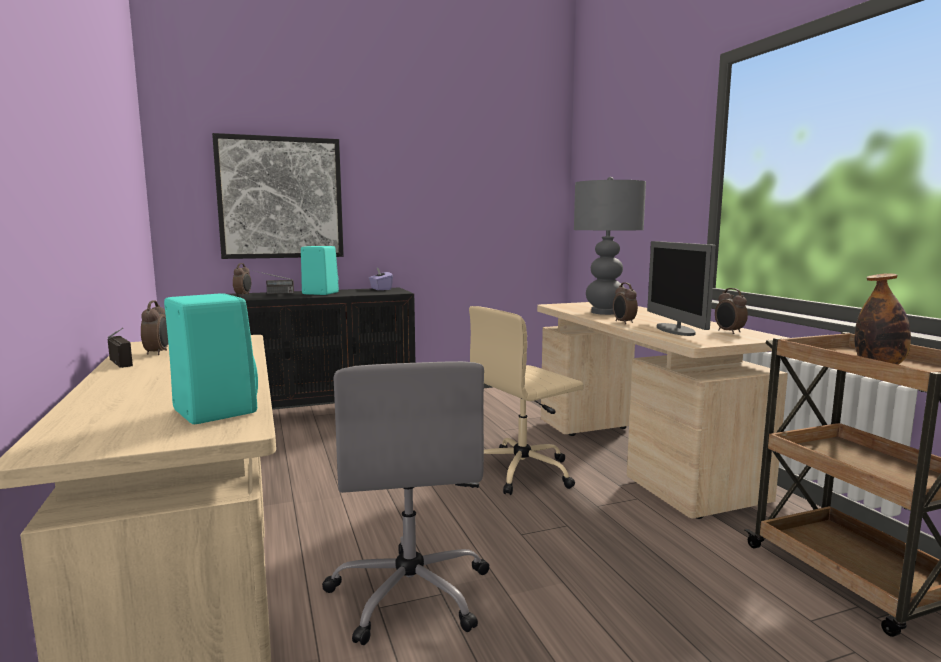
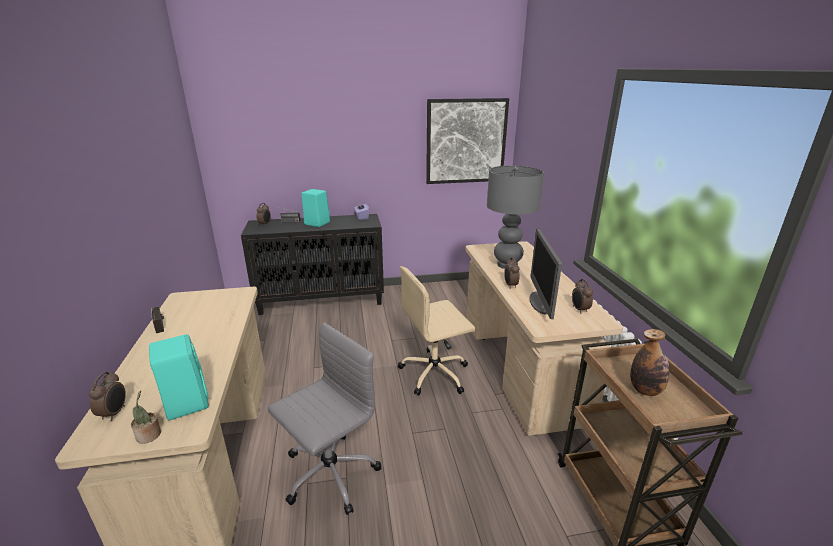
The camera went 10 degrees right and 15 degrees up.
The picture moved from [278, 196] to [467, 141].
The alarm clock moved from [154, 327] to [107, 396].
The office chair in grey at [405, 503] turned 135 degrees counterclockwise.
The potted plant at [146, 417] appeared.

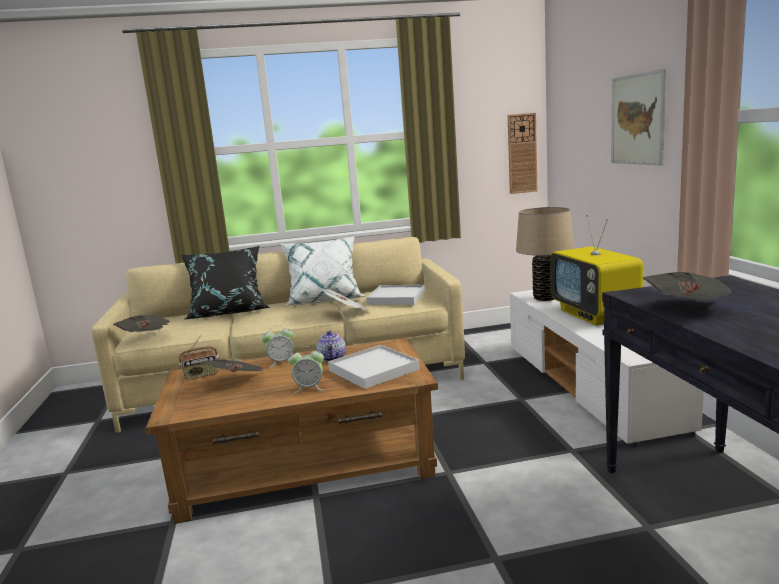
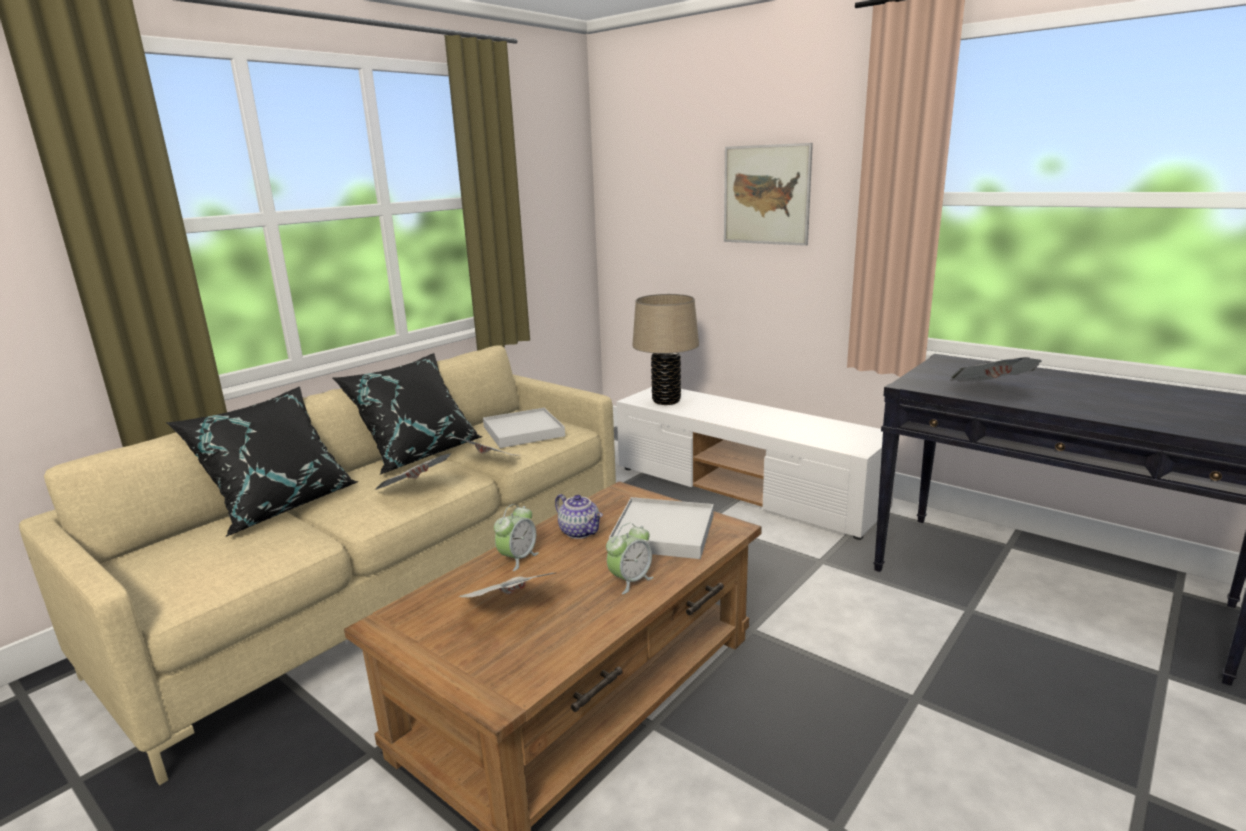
The camera went 40 degrees left and 5 degrees up.
The wall clock at [522, 153] disappeared.
The television at [596, 270] disappeared.
The pillow in white at [323, 271] became the pillow in black at [407, 413].
The newspaper moved from [141, 323] to [413, 471].
The radio at [199, 357] disappeared.

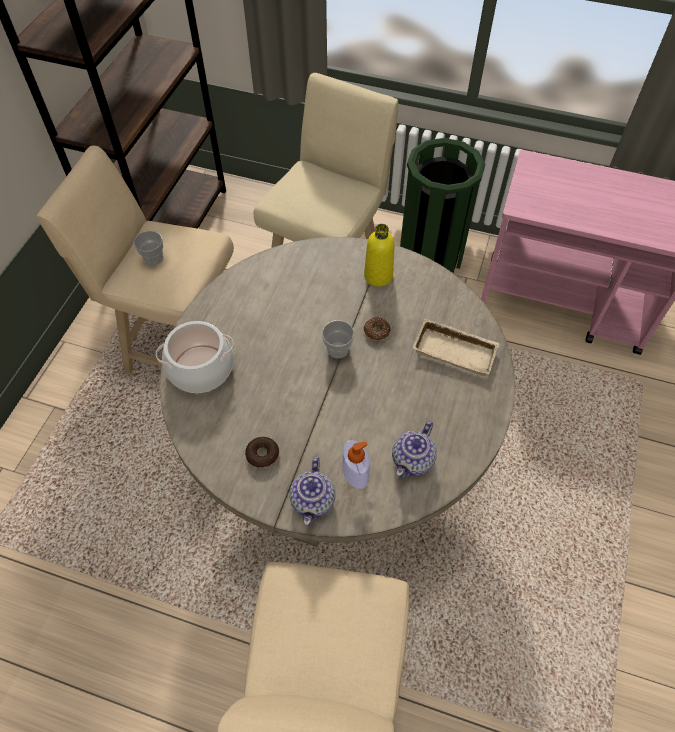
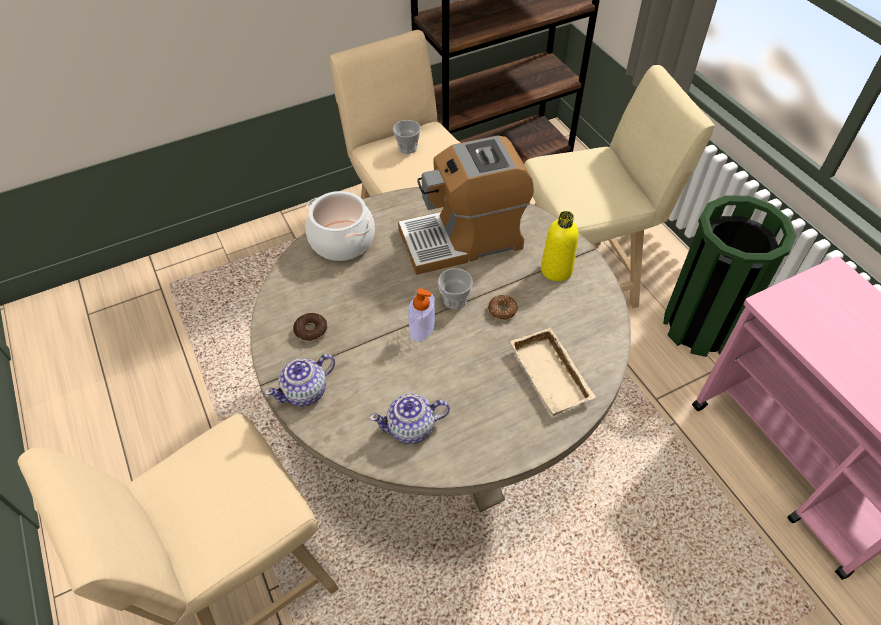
The camera went 45 degrees right and 5 degrees down.
The soap dispenser moved from [356, 464] to [421, 315].
The coffee machine at [466, 205] appeared.

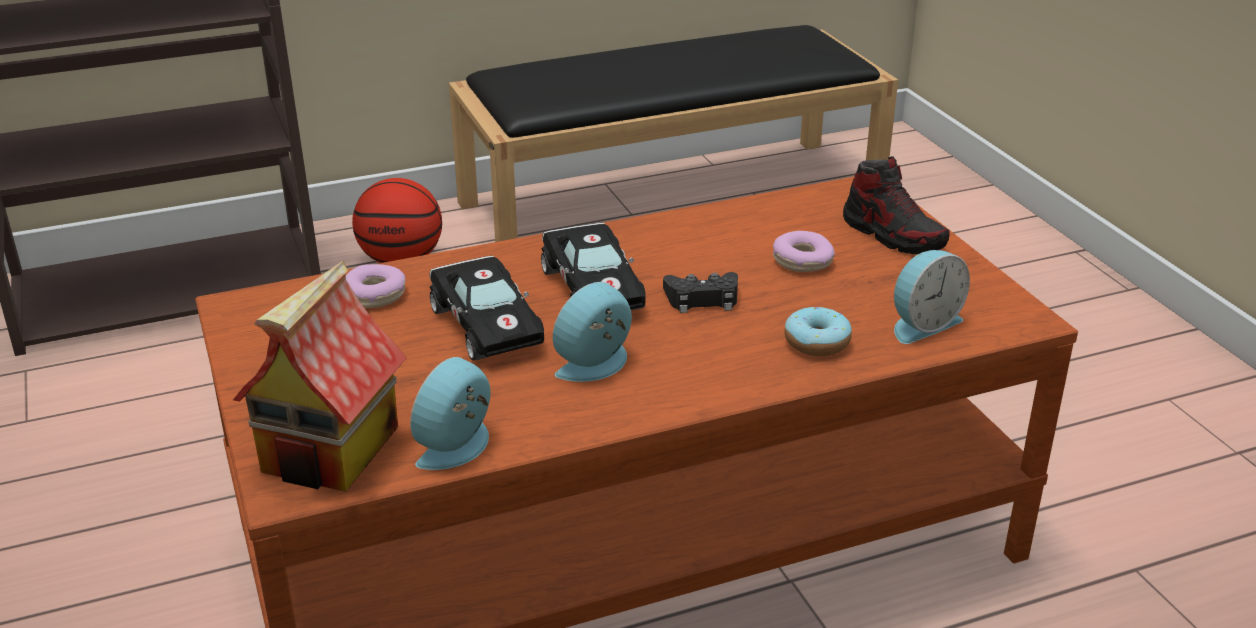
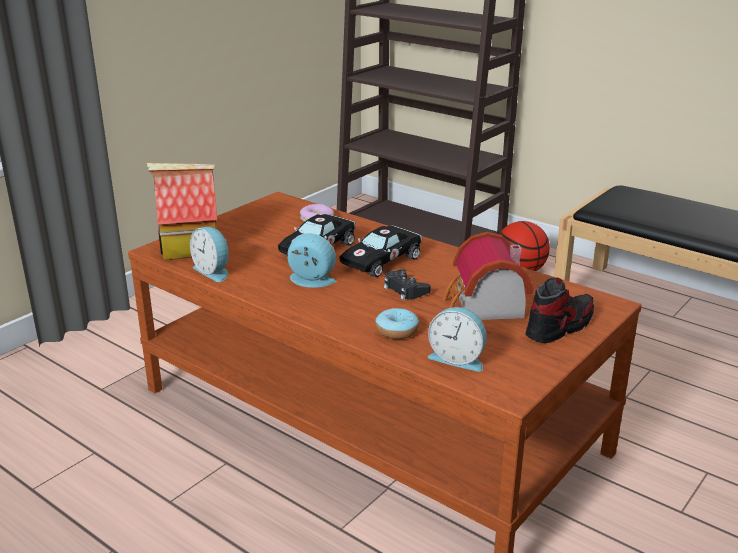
The camera went 60 degrees right and 5 degrees down.
The shoe at [896, 205] turned 150 degrees counterclockwise.
The donut at [804, 251] was replaced by the toy house at [488, 276].
The alarm clock at [450, 413] turned 135 degrees counterclockwise.

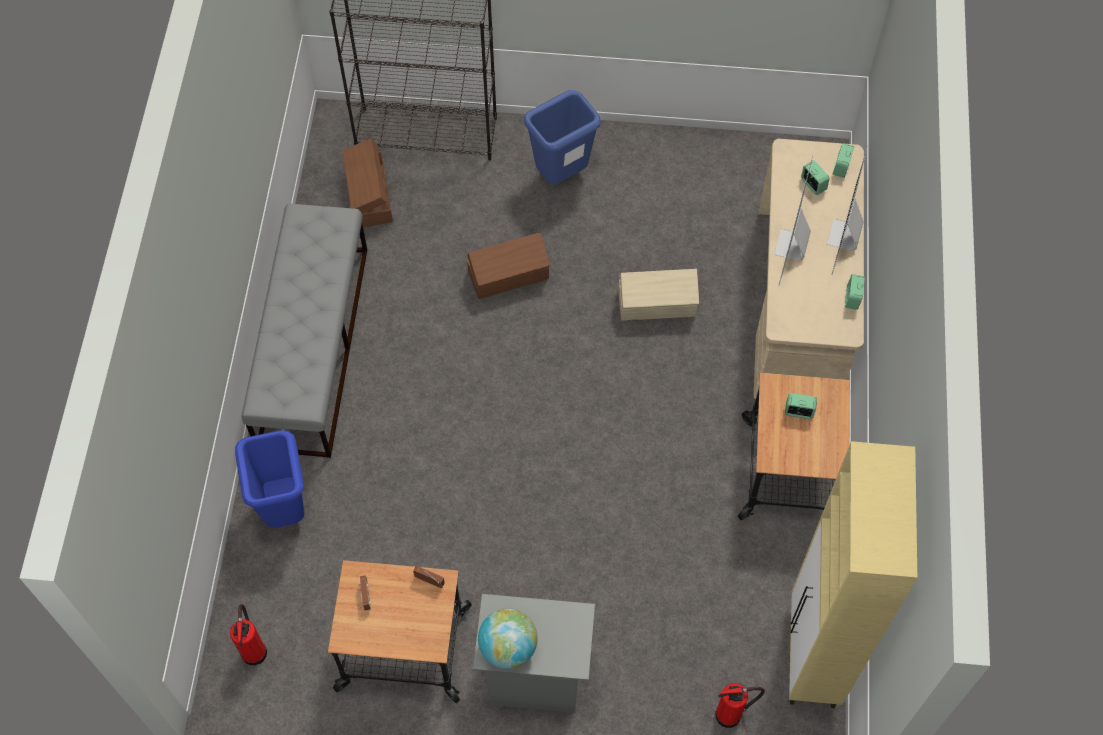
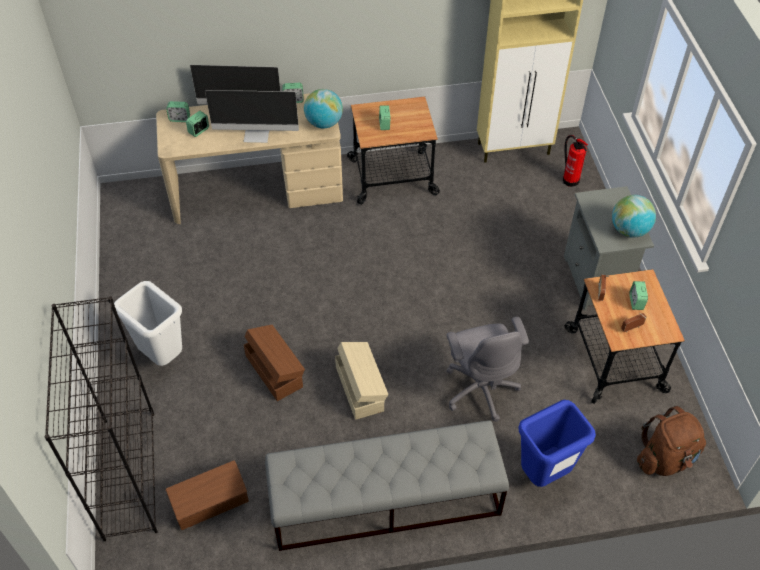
The camera went 105 degrees left and 10 degrees down.
The trash can in blue at [562, 137] became the trash can in white at [148, 323].
The storage box in beige moved from [658, 295] to [361, 381].
The fire extinguisher at [248, 634] was replaced by the backpack in brown at [671, 441].
The globe at [323, 109] appeared.
The alarm clock at [638, 295] appeared.
The office chair in grey at [487, 369] appeared.

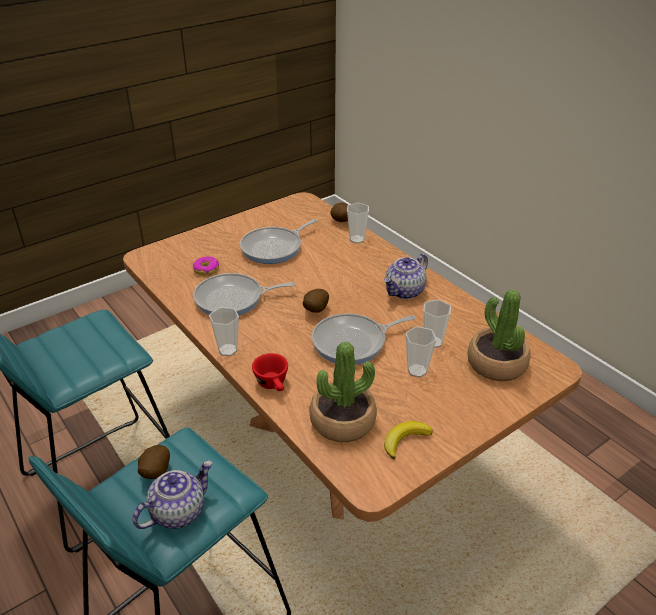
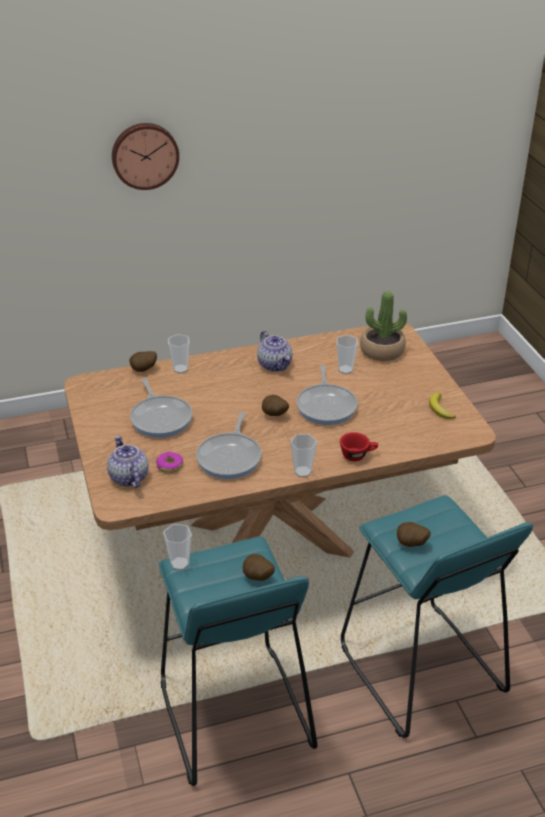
The camera went 70 degrees left and 0 degrees up.
The cup moved from [421, 352] to [177, 547].
The potted plant at [343, 392] disappeared.
The teapot moved from [173, 495] to [128, 461].
The wall clock at [145, 156] appeared.
The potato at [259, 567] appeared.

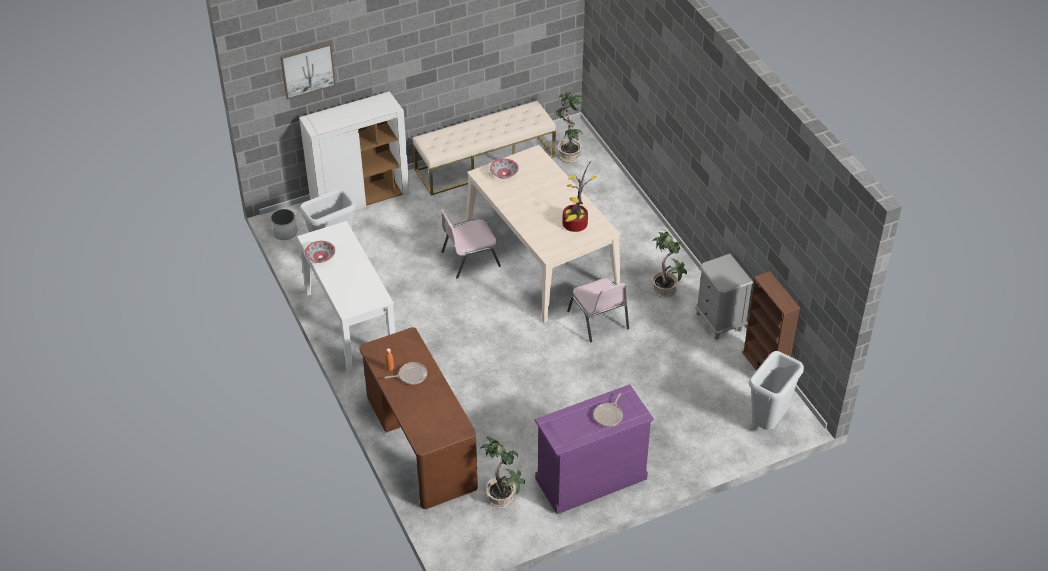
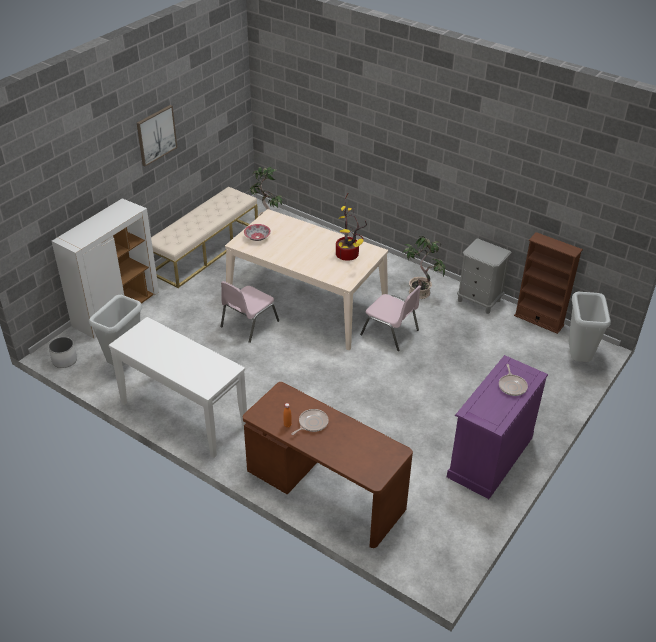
The camera went 30 degrees left and 5 degrees down.
The picture moved from [308, 71] to [157, 135].
The bowl at [320, 252] disappeared.
The potted plant at [503, 473] disappeared.

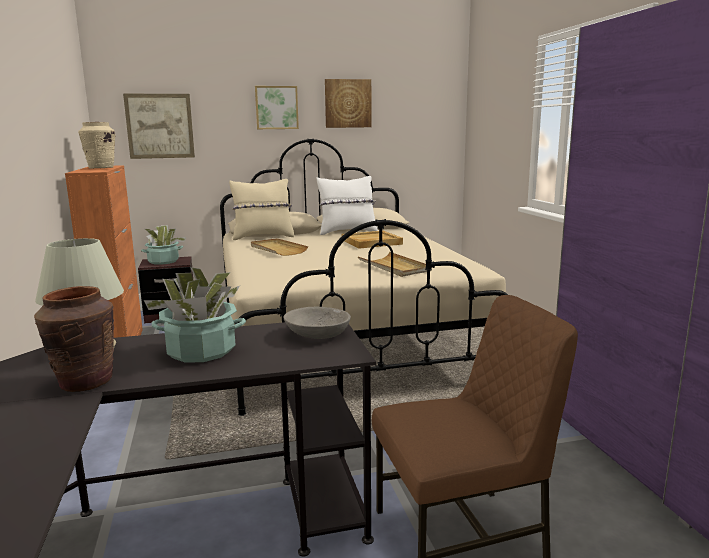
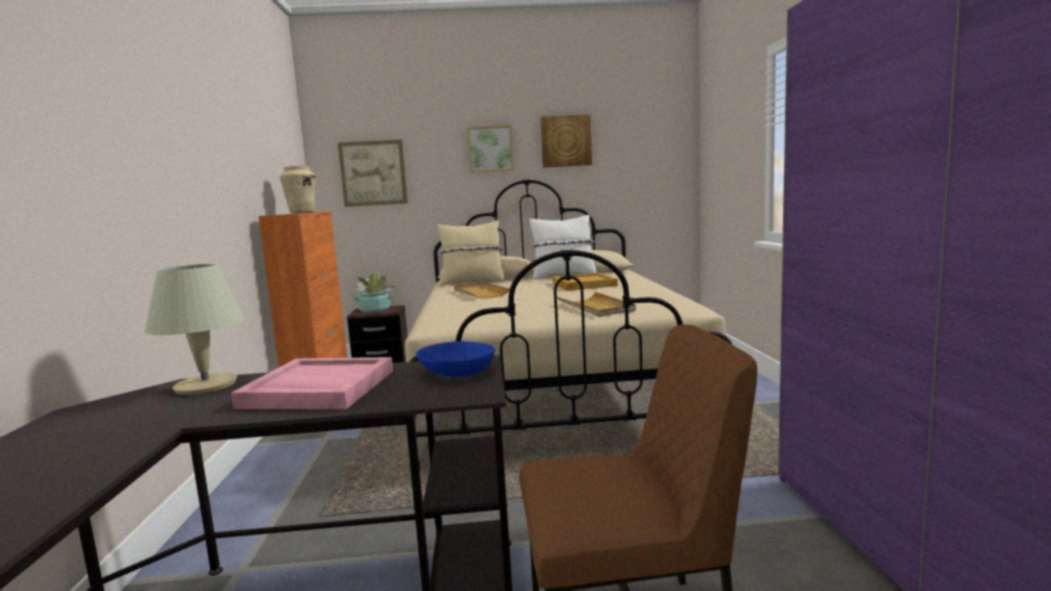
The camera went 10 degrees right and 5 degrees down.
The potted plant at [195, 315] was replaced by the tray in pink at [312, 383].
The vase in brown at [74, 339] disappeared.
The bowl in grey at [317, 323] became the bowl in blue at [455, 359].

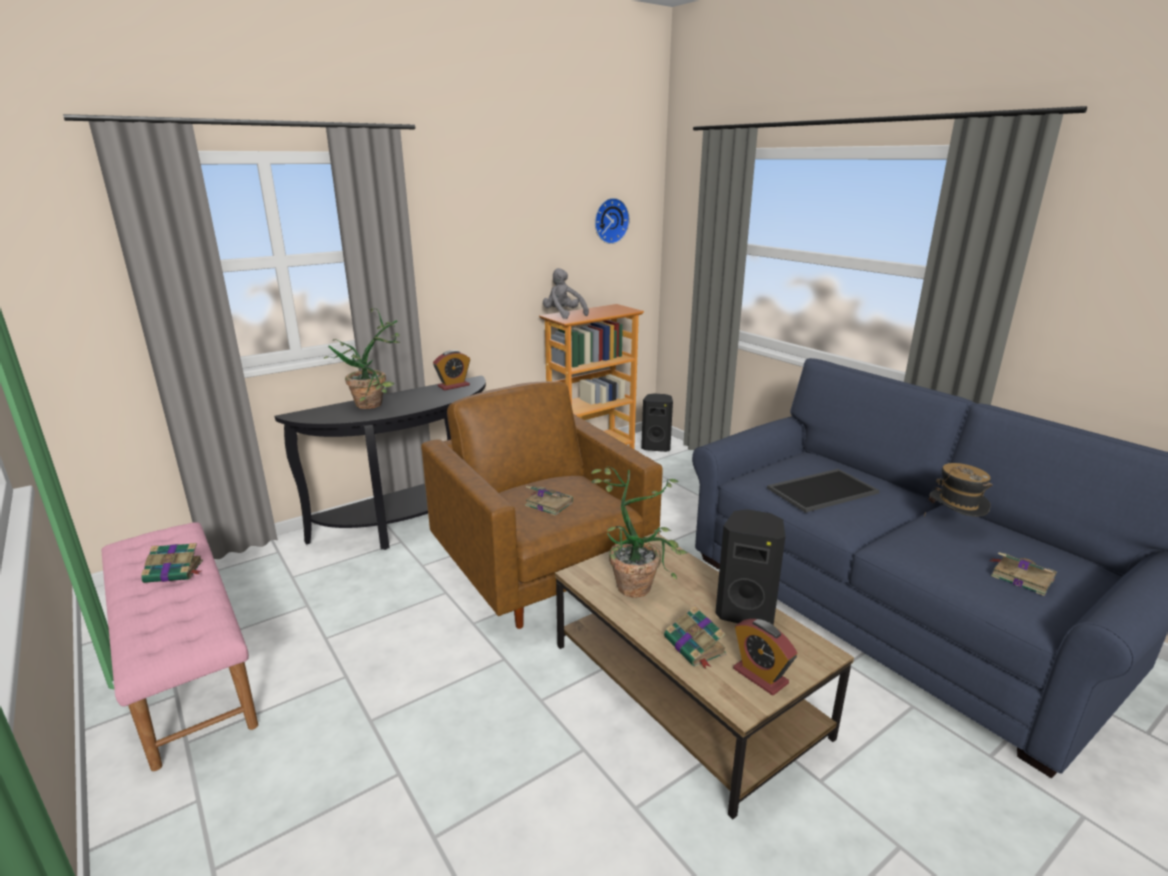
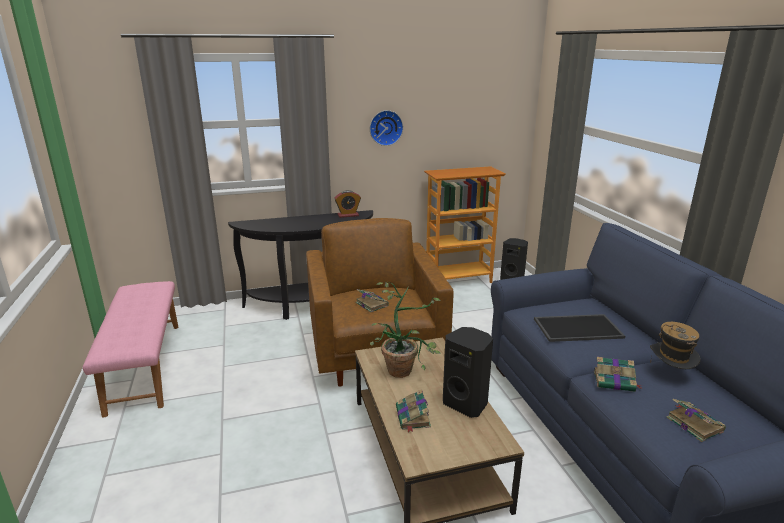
The camera went 20 degrees right and 0 degrees up.
The wall clock moved from [612, 221] to [386, 128].
The plush toy in grey at [566, 293] disappeared.
The potted plant at [362, 358] disappeared.
The book moved from [172, 563] to [618, 374].
The alarm clock at [765, 657] disappeared.

